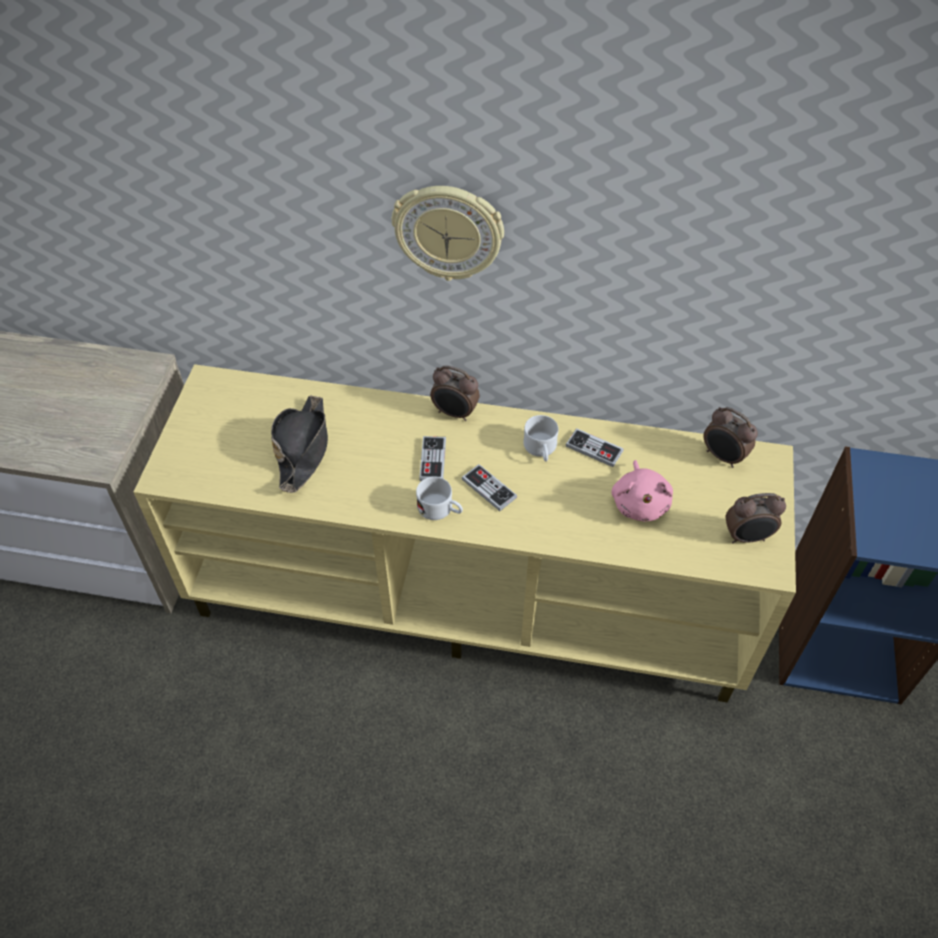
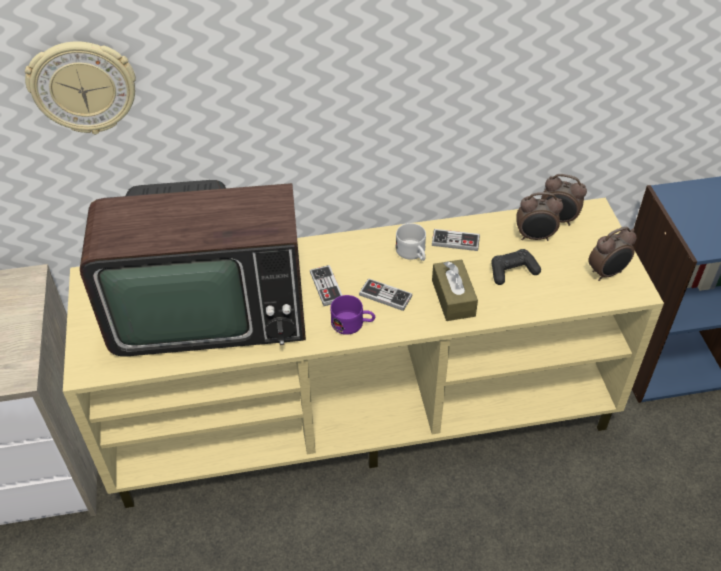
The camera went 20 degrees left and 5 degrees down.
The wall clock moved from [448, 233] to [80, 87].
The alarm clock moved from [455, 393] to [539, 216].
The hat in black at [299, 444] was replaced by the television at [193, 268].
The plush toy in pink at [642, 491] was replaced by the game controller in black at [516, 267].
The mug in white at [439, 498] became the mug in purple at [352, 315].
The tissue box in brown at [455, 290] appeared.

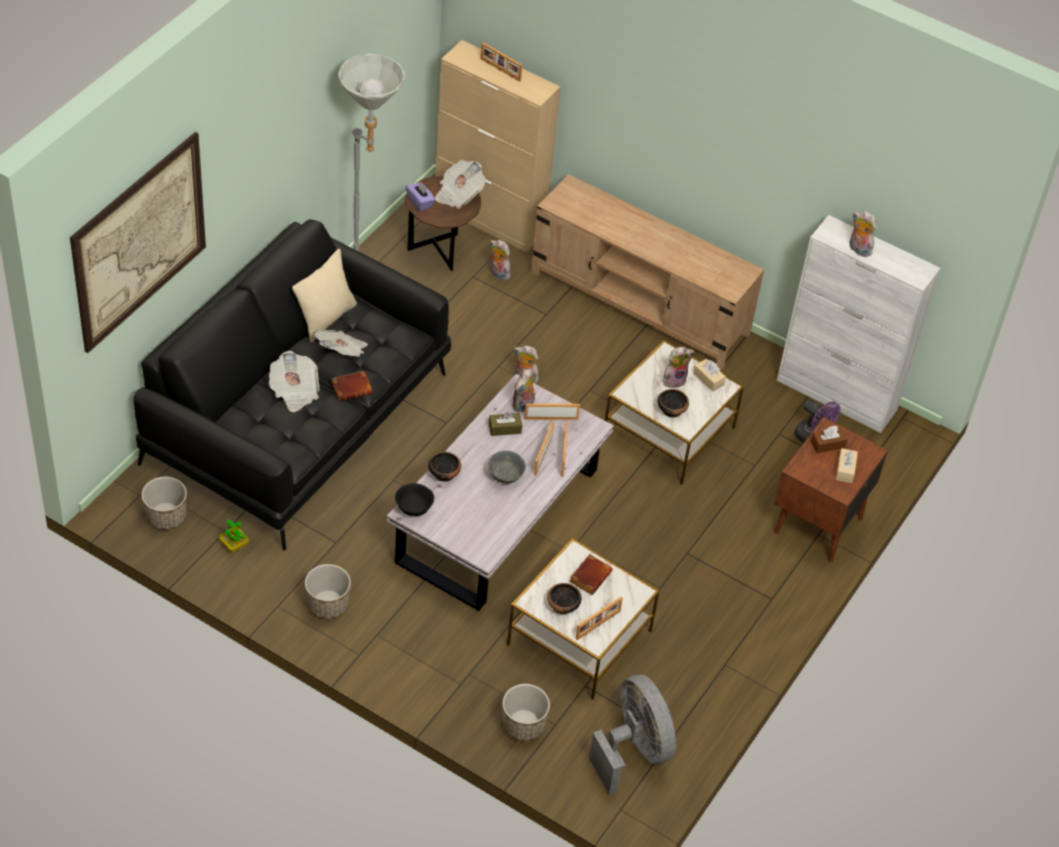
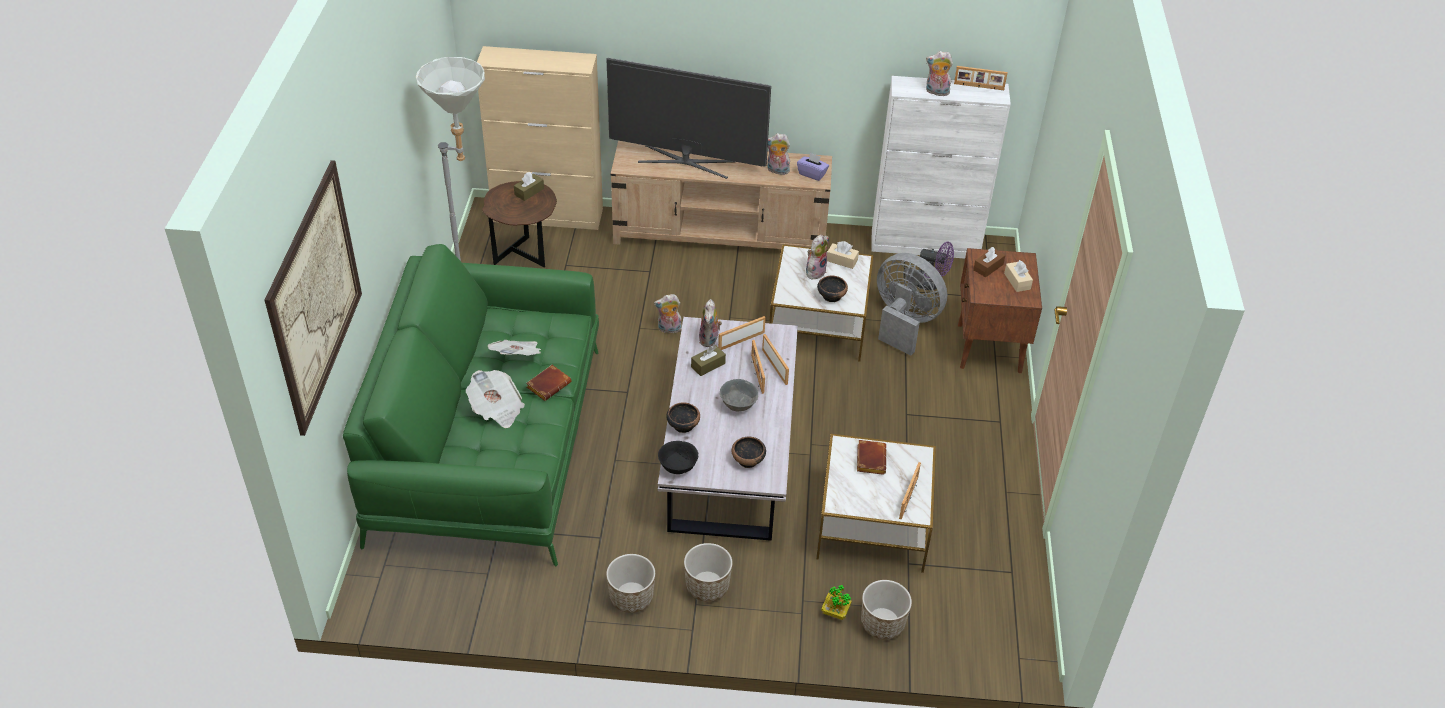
The camera went 25 degrees left and 5 degrees down.
The picture frame moved from [501, 62] to [981, 78].
The newspaper at [460, 184] was replaced by the tissue box in brown at [529, 186].
The tissue box in purple moved from [421, 197] to [813, 167].
The sofa in black at [292, 384] became the sofa in green at [471, 405].
The plush toy moved from [500, 260] to [778, 154].
The pillow in beige at [324, 295] disappeared.
The planter moved from [164, 503] to [708, 572].
The potted plant moved from [234, 536] to [836, 602].
The bowl moved from [564, 598] to [749, 452].
The fan in grey moved from [632, 735] to [912, 304].
The television at [688, 118] appeared.

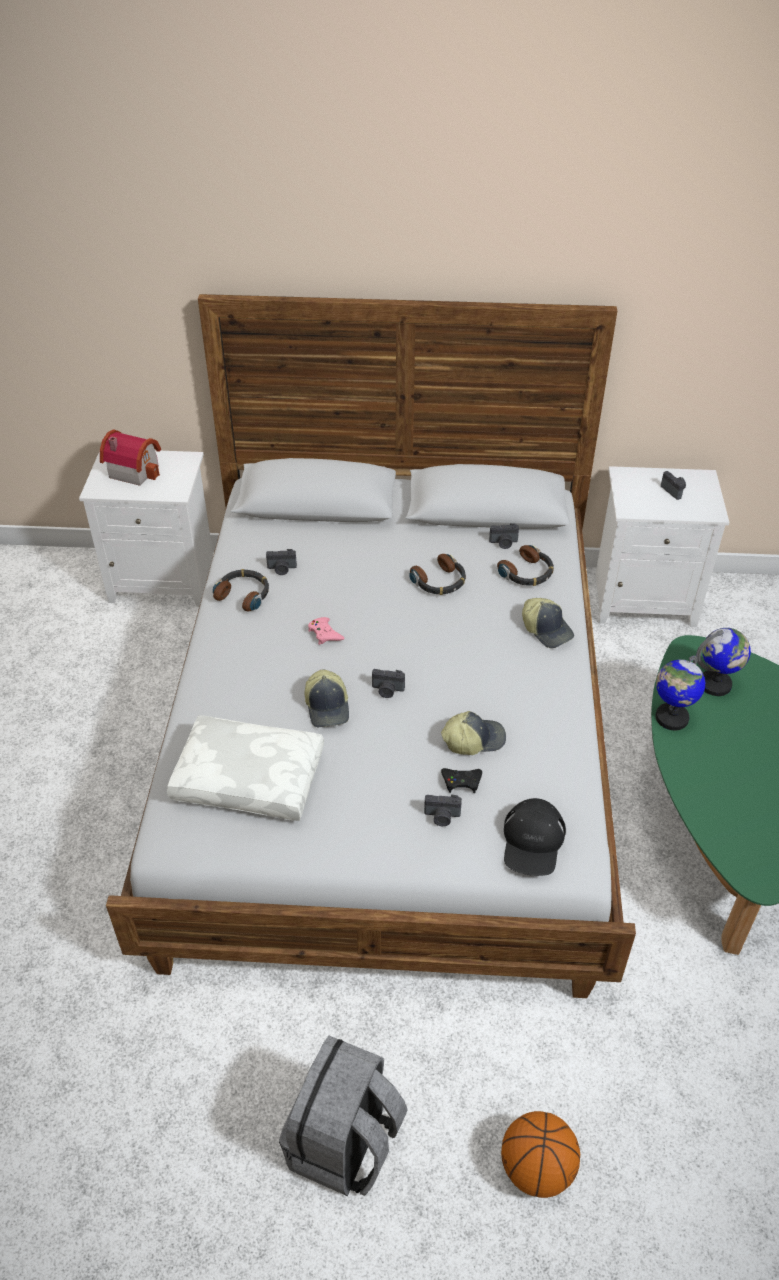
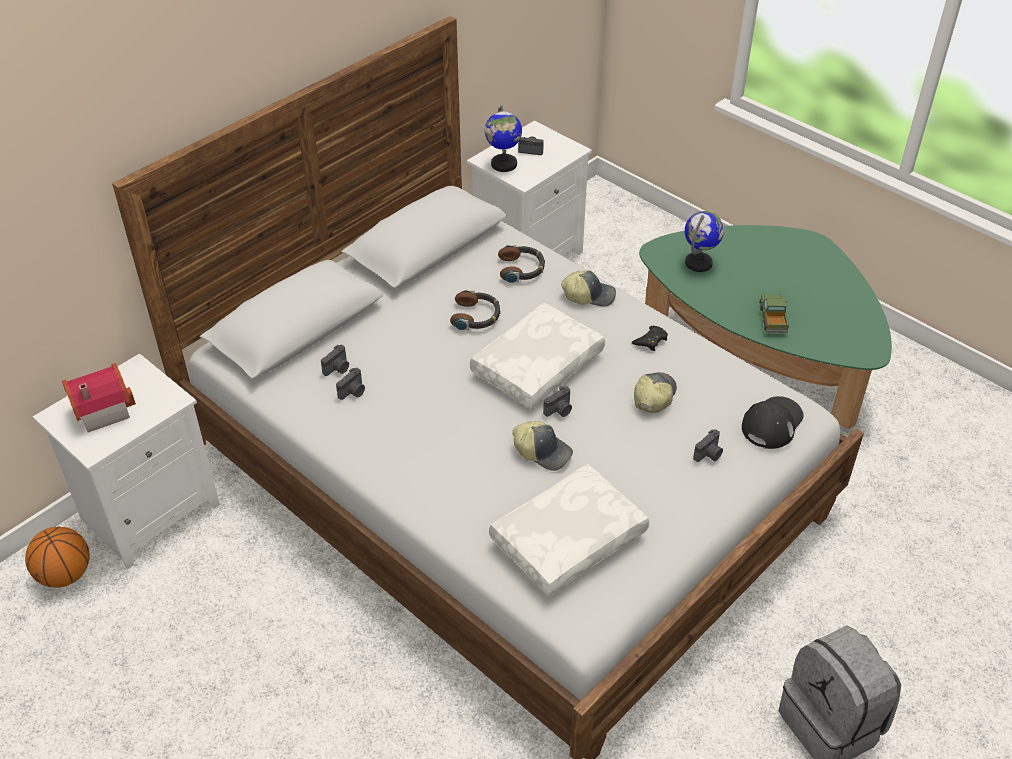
The camera went 50 degrees left and 0 degrees up.
The photo camera moved from [504, 536] to [335, 360].
The headphones at [241, 590] disappeared.
The game controller in pink at [326, 631] disappeared.
The globe moved from [680, 693] to [503, 138].
The game controller in black moved from [461, 780] to [650, 338].
The cap in black at [535, 837] turned 105 degrees counterclockwise.
The basketball moved from [540, 1154] to [57, 557].
The toy truck at [774, 314] appeared.
The pillow in white at [537, 356] appeared.

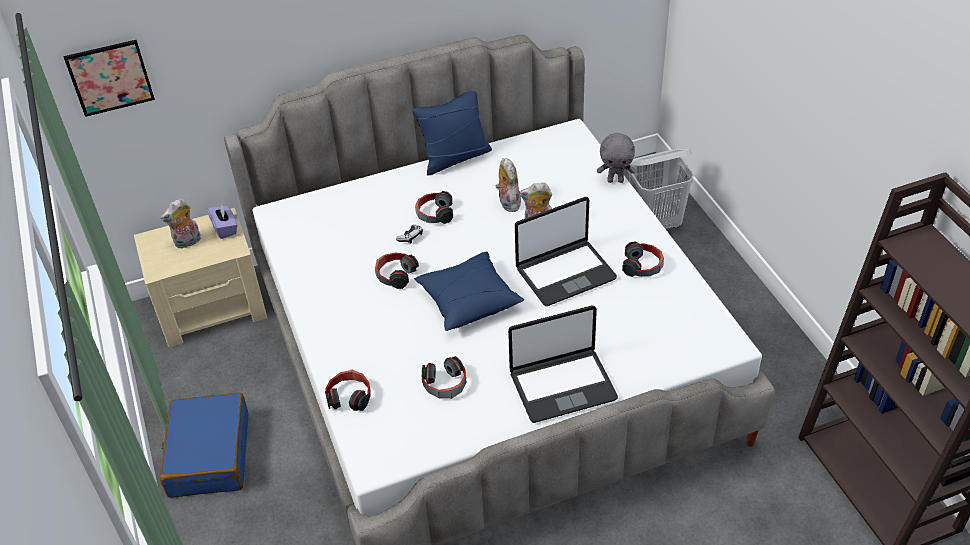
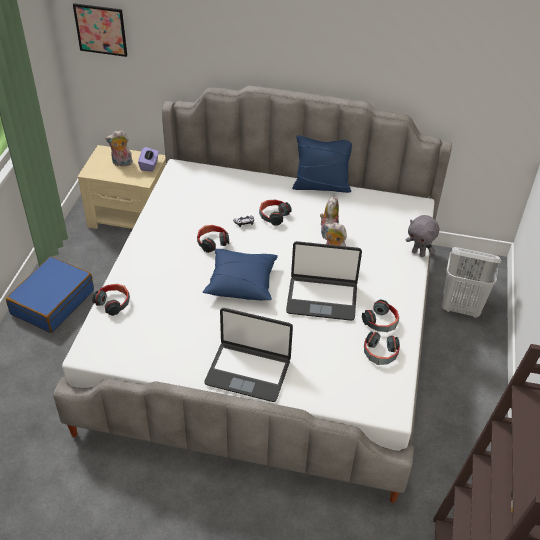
The camera went 30 degrees right and 0 degrees up.
The headphones moved from [444, 377] to [382, 348].

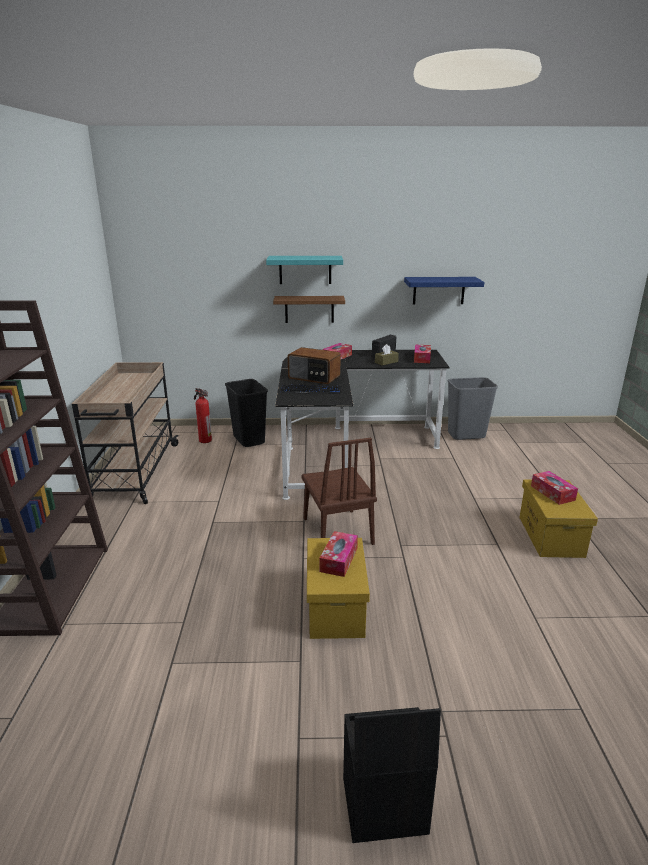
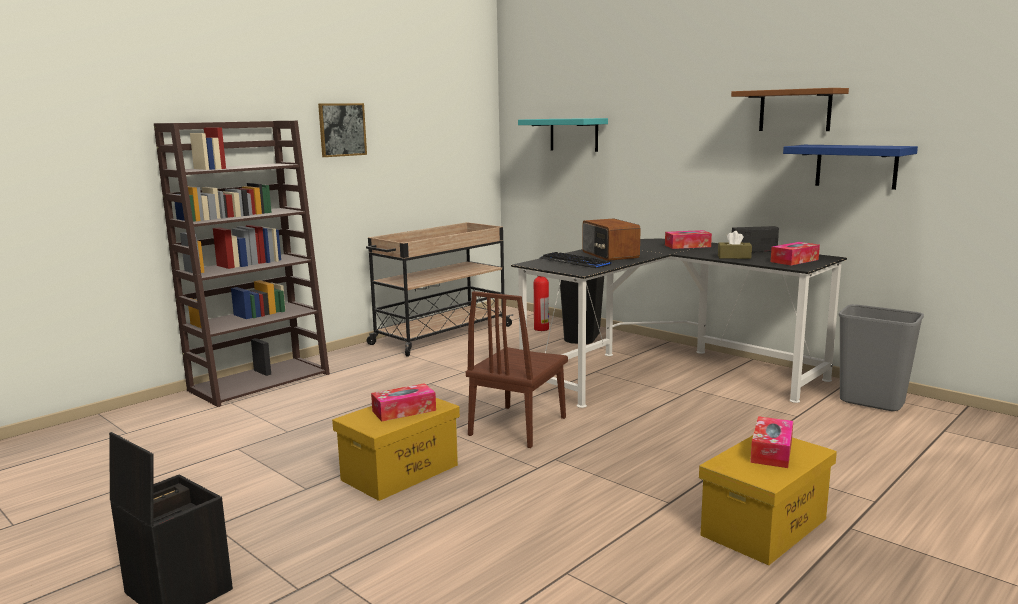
The camera went 45 degrees right and 10 degrees down.
The shelf in turquoise moved from [304, 270] to [563, 135].
The shelf in brown moved from [309, 309] to [790, 109].
The picture at [342, 130] appeared.

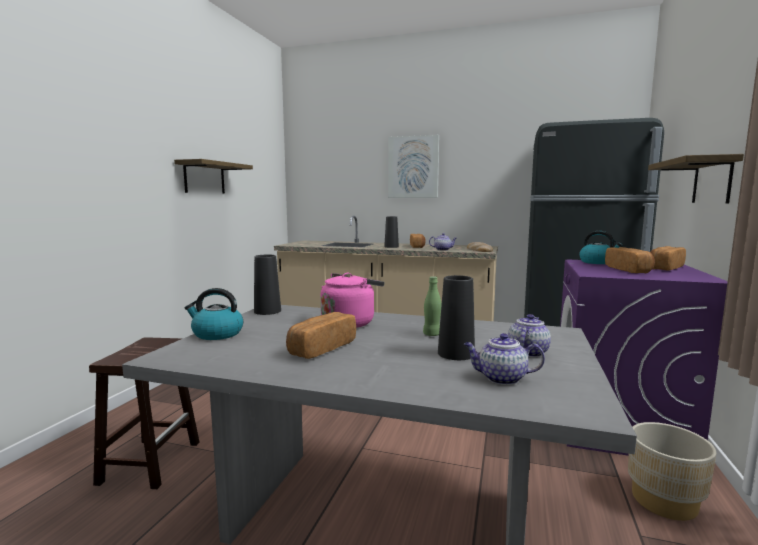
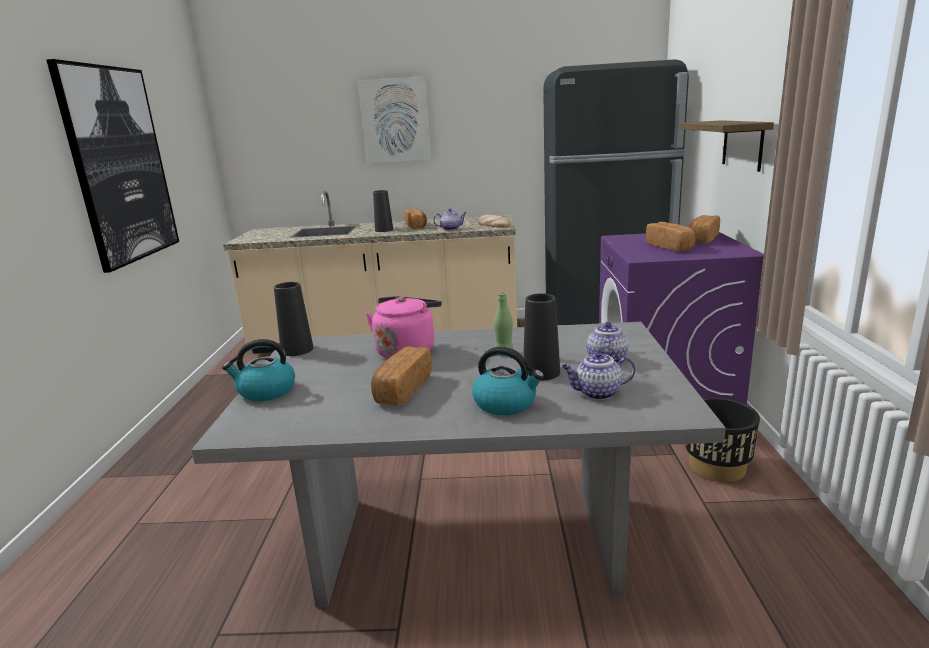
The camera went 15 degrees left and 10 degrees up.
The shelf at [213, 176] was replaced by the picture at [112, 166].
The kettle moved from [601, 247] to [508, 381].
The stool in brown at [144, 413] disappeared.
The planter in beige at [672, 471] became the planter in black at [722, 440].

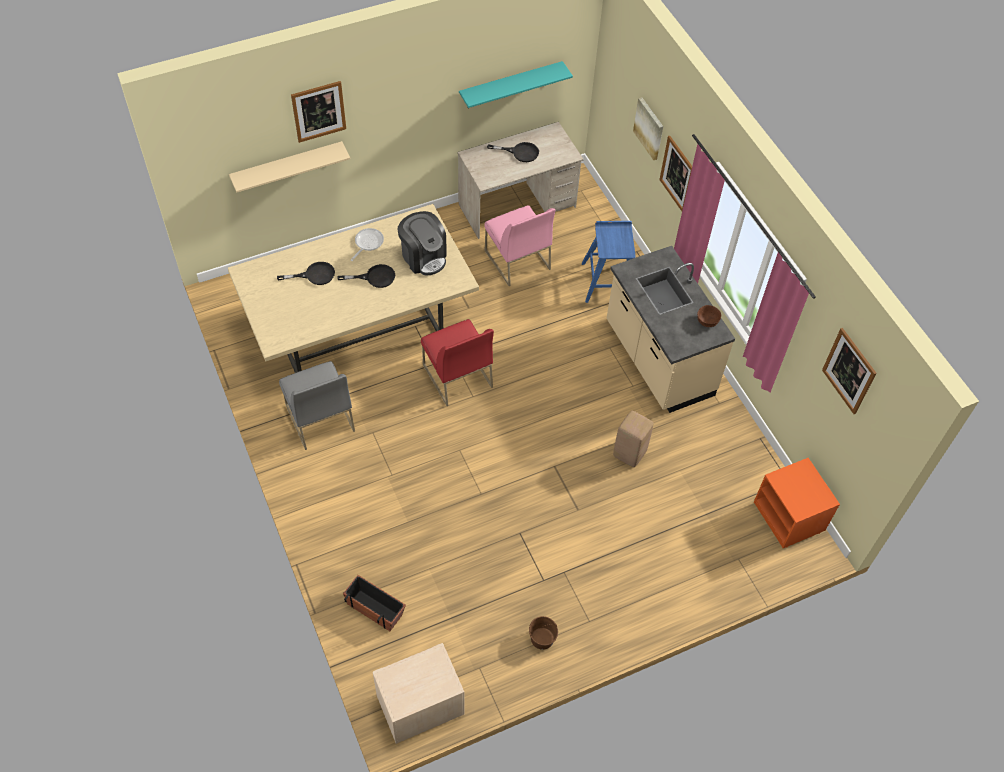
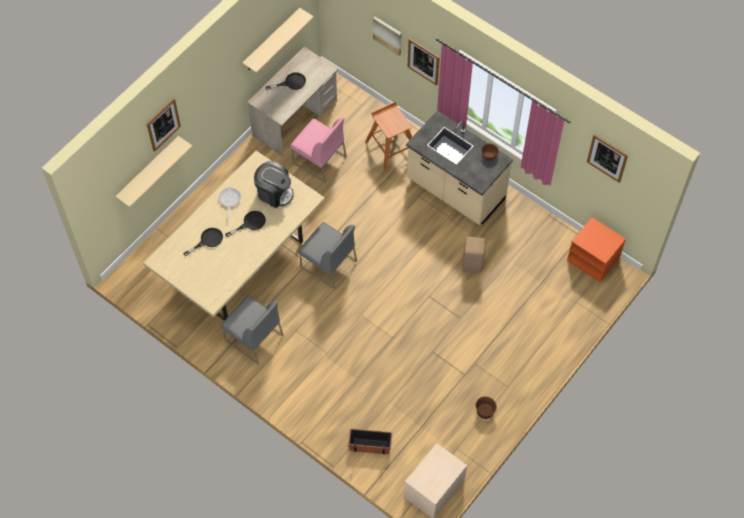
The camera went 25 degrees left and 5 degrees up.
The shelf in turquoise at [516, 84] became the shelf in beige at [278, 40].
The stool in blue at [608, 262] became the stool in brown at [388, 136].
The chair in red at [457, 362] became the chair in grey at [328, 255].

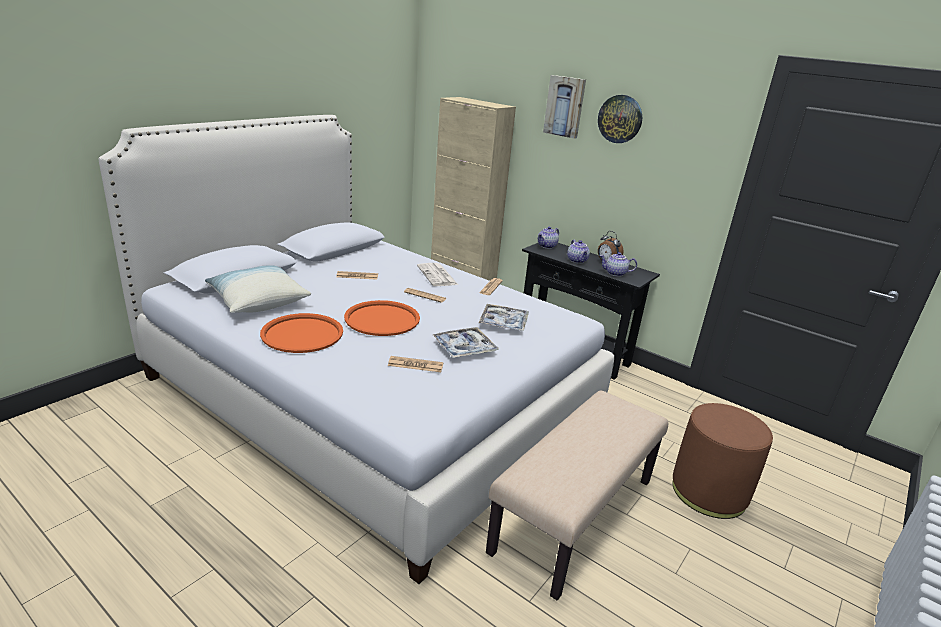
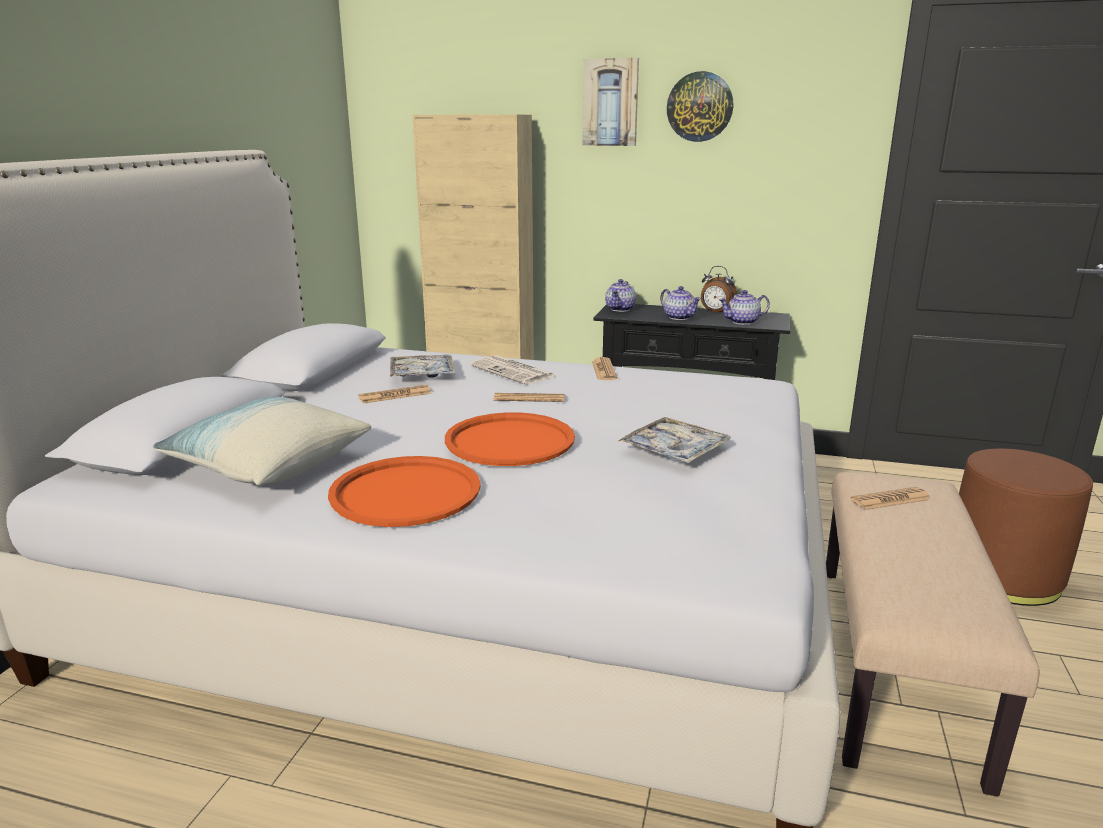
The camera went 20 degrees left and 5 degrees down.
The tray moved from [504, 317] to [423, 366].
The newspaper moved from [415, 364] to [891, 498].

